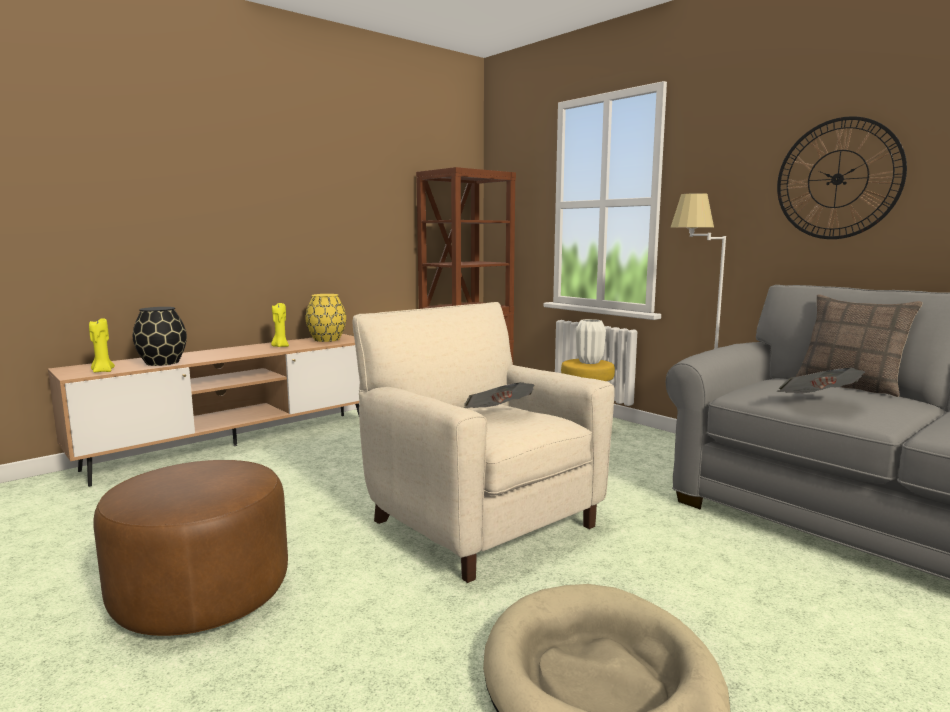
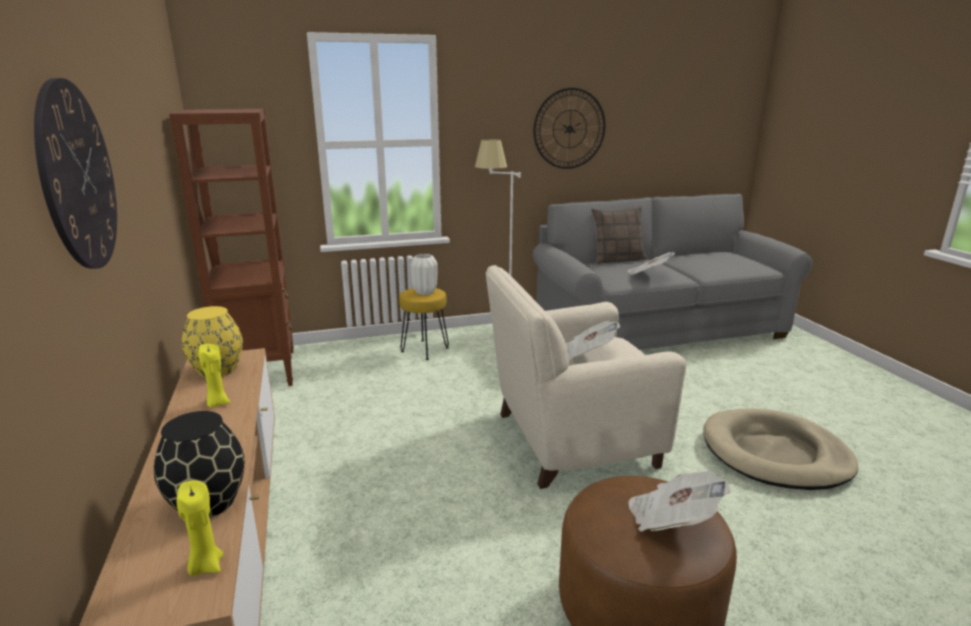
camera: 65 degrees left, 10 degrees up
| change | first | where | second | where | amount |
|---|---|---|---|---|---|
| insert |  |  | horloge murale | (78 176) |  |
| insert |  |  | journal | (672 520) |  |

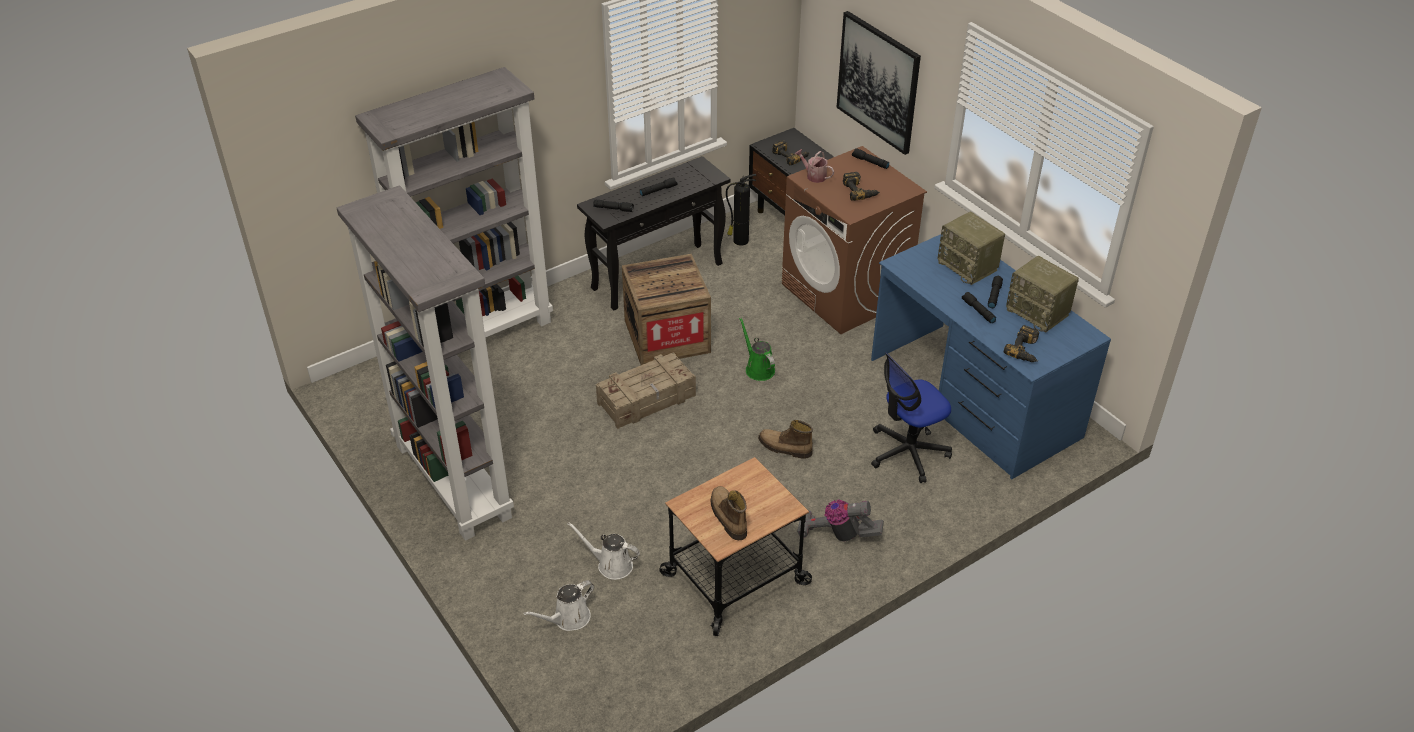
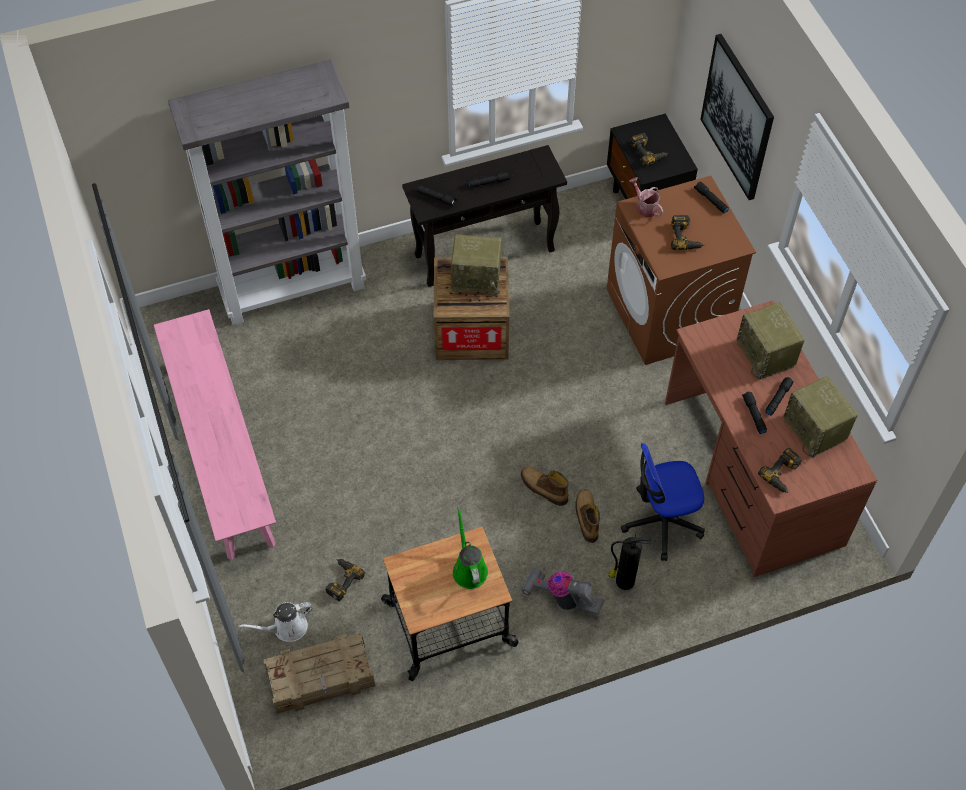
camera: 15 degrees right, 15 degrees up
| change | first | where | second | where | amount |
|---|---|---|---|---|---|
| replace | bibliothèque (gris) | (451 481) | banc (rose) | (222 453) |  |
| replace | arrosoir (blanc) | (611 565) | perceuse | (341 580) |  |
| move | caisse | (647 399) |  | (322 679) |  |
| move | botte | (727 517) |  | (586 517) |  |
| move | extincteur | (739 241) |  | (623 581) |  |
| move | arrosoir (vert) | (758 368) |  | (469 568) |  |
| recolor | bureau (bleu) | (973 398) | bureau (marron) | (751 473) |  |
| insert |  |  | radio | (477 278) |  |

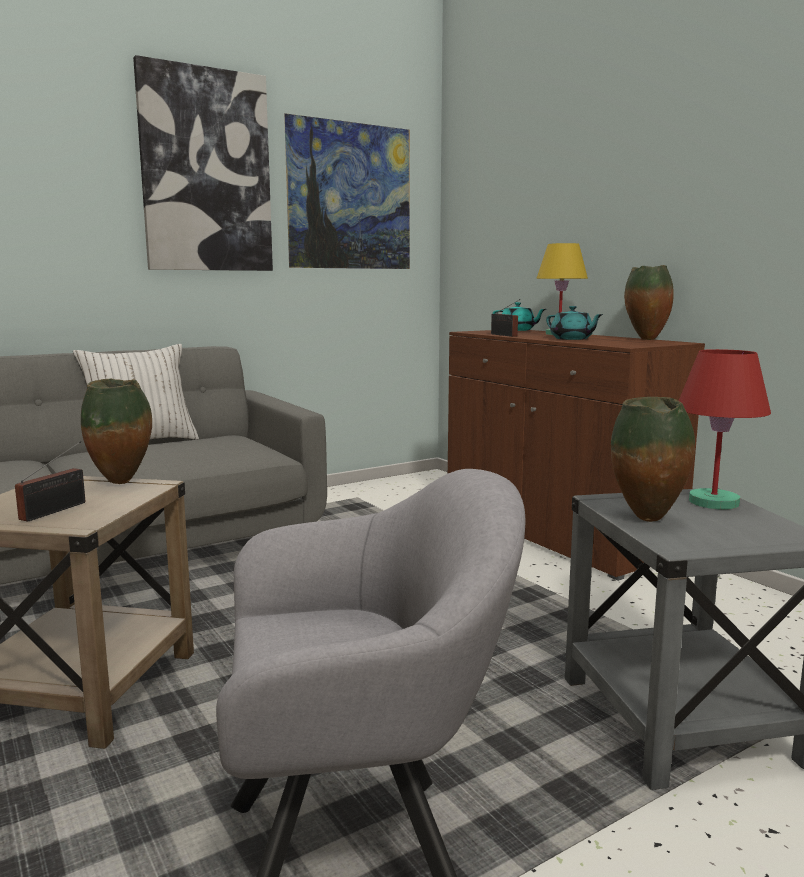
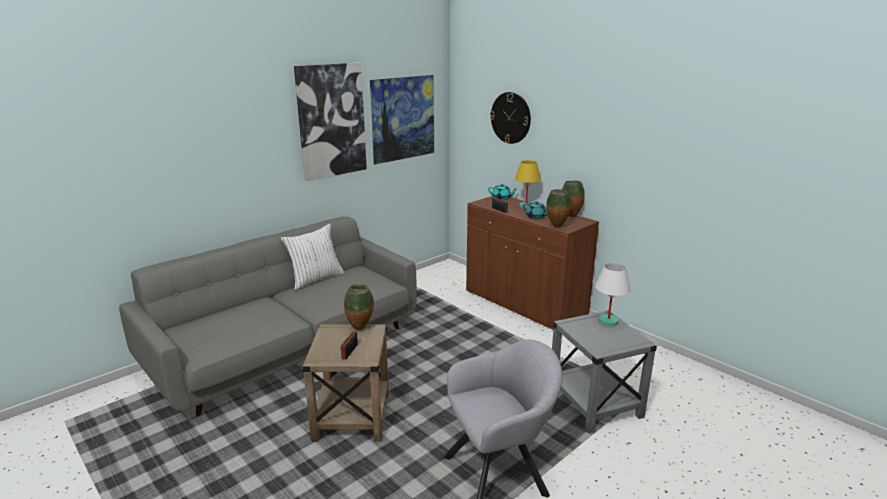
camera: 10 degrees left, 10 degrees up
| change | first | where | second | where | amount |
|---|---|---|---|---|---|
| move | vase | (647 520) |  | (557 227) |  |
| recolor | lampe de table (rouge) | (715 502) | lampe de table (blanc) | (608 321) |  |
| insert |  |  | horloge murale | (510 118) |  |

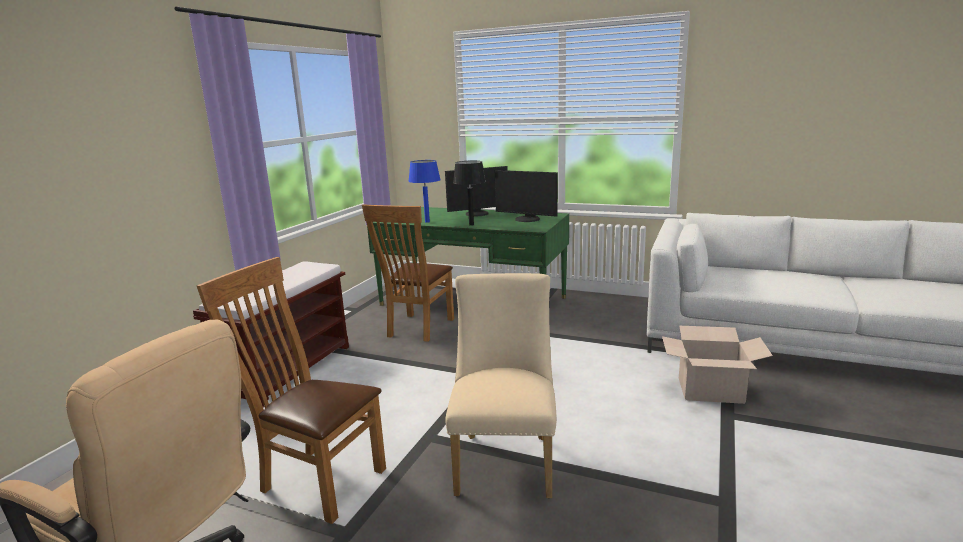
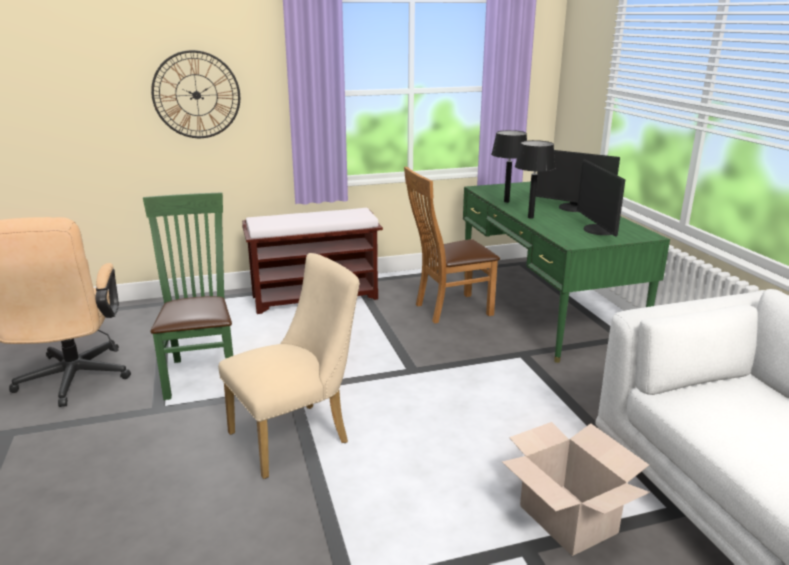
camera: 50 degrees right, 5 degrees up
| change | first | where | second | where | amount |
|---|---|---|---|---|---|
| recolor | chaise (marron) | (317 479) | chaise (vert) | (202 372) |  |
| recolor | lampe de table (bleu) | (427 221) | lampe de table (noir) | (506 201) |  |
| insert |  |  | horloge murale | (196 95) |  |

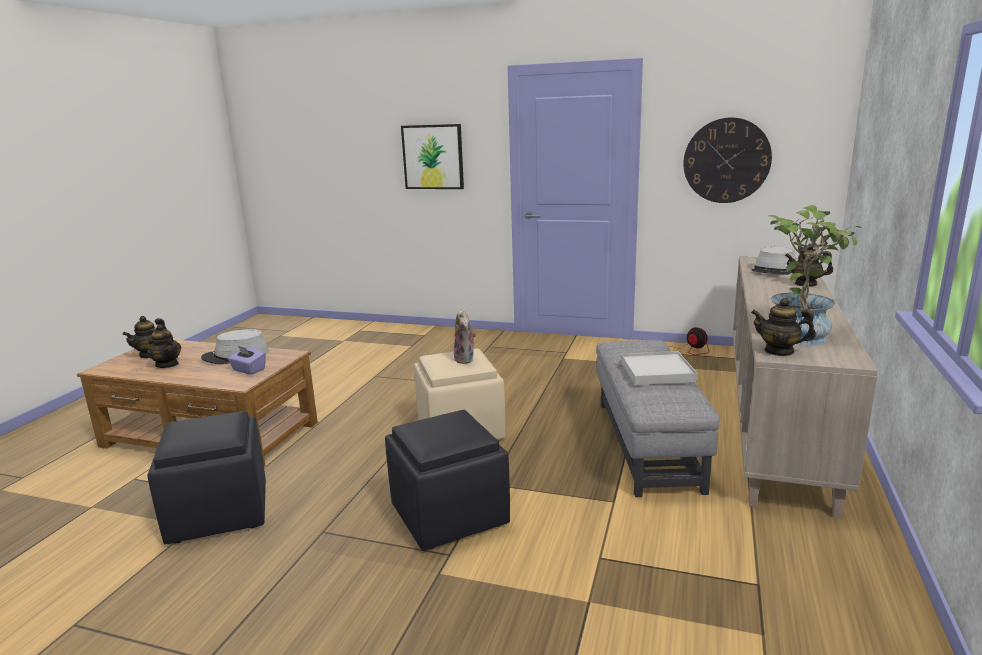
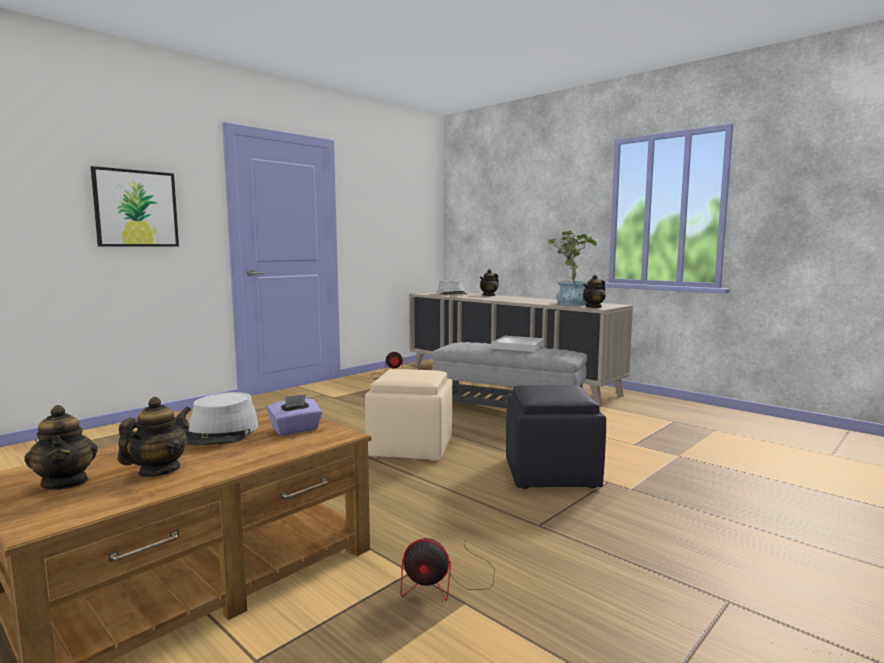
camera: 65 degrees left, 10 degrees down
| change | first | where | second | where | amount |
|---|---|---|---|---|---|
| rotate | théière | (167 364) |  | (159 471) | 45 degrees counterclockwise |
| replace | pouf (noir) | (218 512) | ventilateur | (445 583) |  |
| delete | peluche | (466 359) |  |  |  |
| delete | horloge murale | (726 160) |  |  |  |

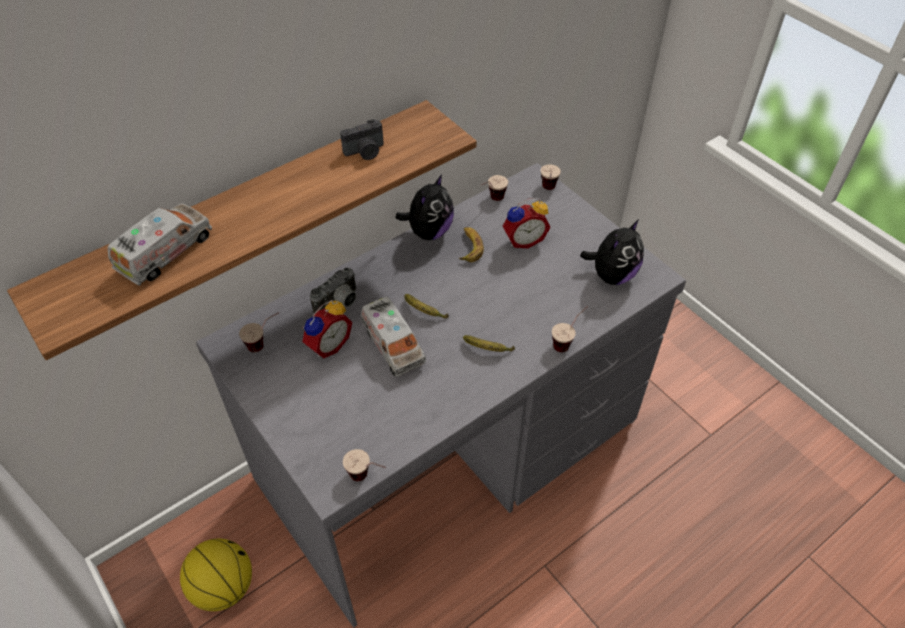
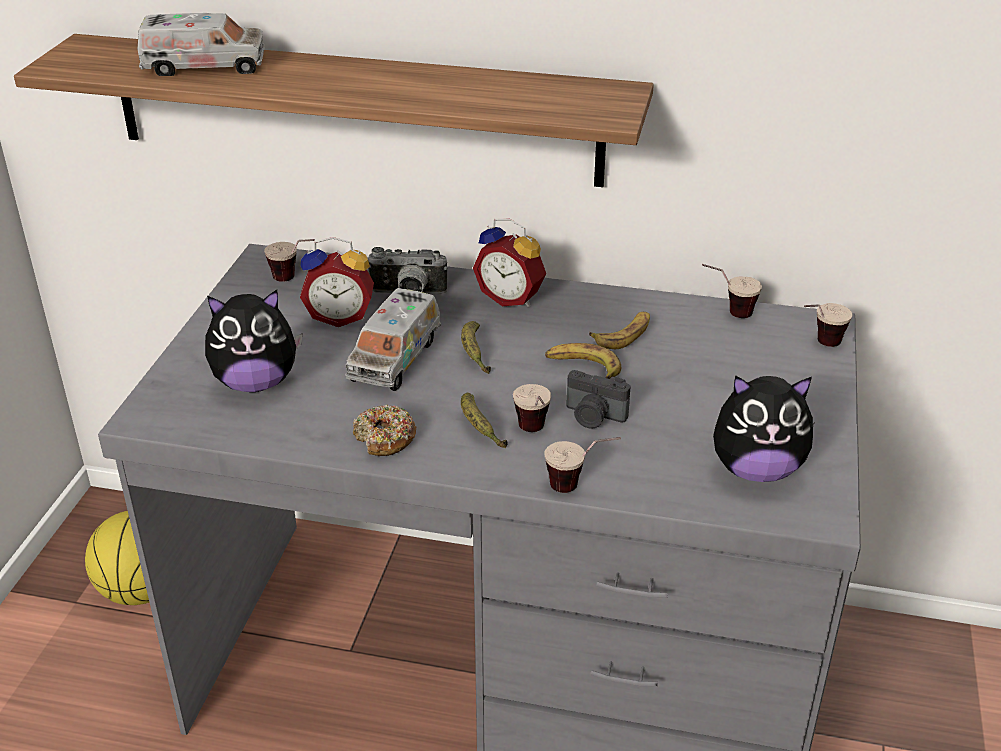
camera: 50 degrees right, 15 degrees down
| change | first | where | second | where | amount |
|---|---|---|---|---|---|
| move | appareil photo | (365 152) |  | (593 417) |  |
| move | tasse | (367 478) |  | (534 434) |  |
| move | peluche | (429 231) |  | (256 383) |  |
| move | réveil | (523 240) |  | (511 297) |  |
| insert |  |  | beignet | (385 439) |  |
| insert |  |  | banane | (582 367) |  |

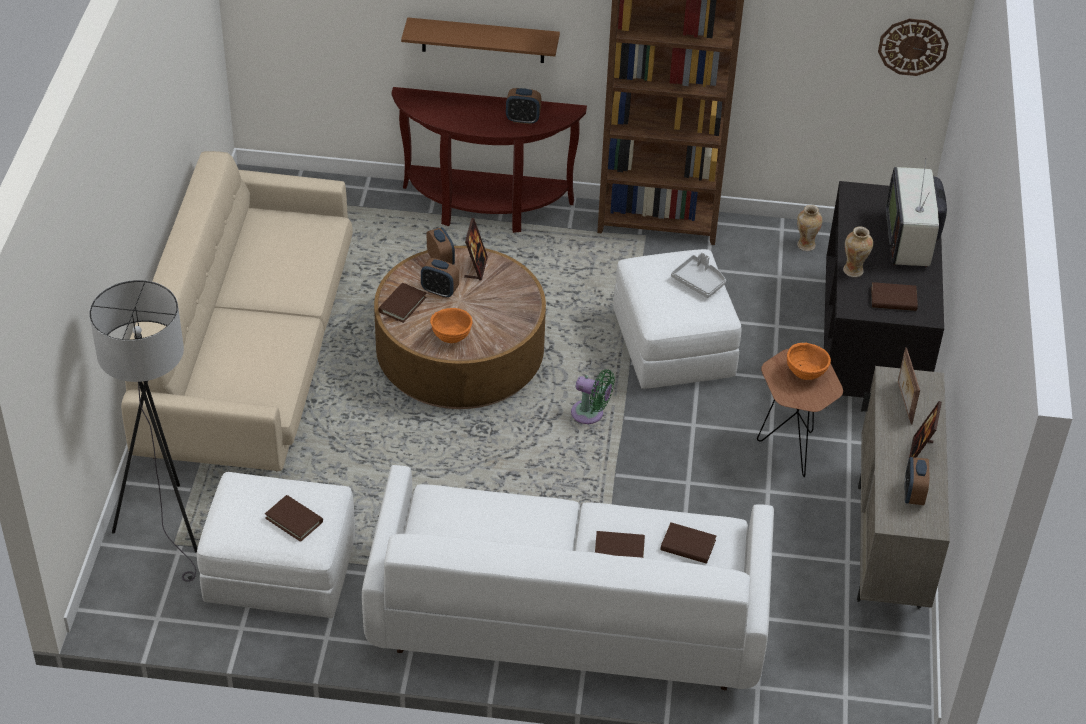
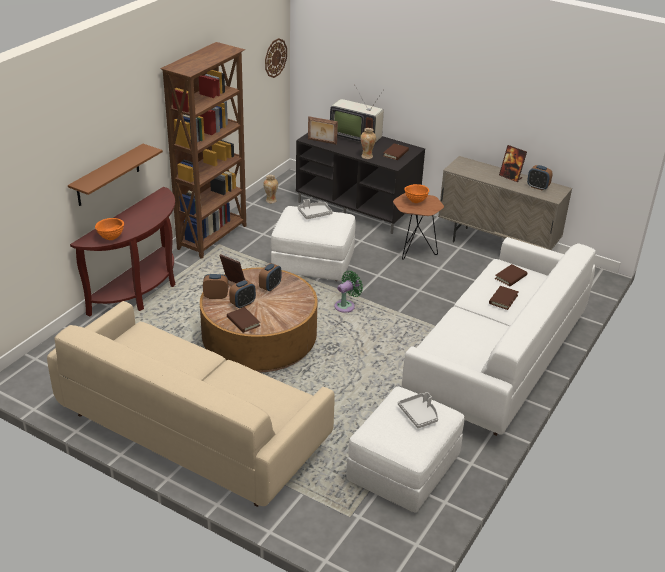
camera: 65 degrees left, 10 degrees down
| change | first | where | second | where | amount |
|---|---|---|---|---|---|
| delete | lampadaire (gris) | (168 527) |  |  |  |
| replace | livre (marron) | (294 520) | plateau (gris) | (419 414) |  |
| move | bol (orange) | (451 338) |  | (111 238) |  |
| move | réveil | (523 119) |  | (270 287) |  |
| move | cadre photo | (903 402) |  | (322 142) |  |

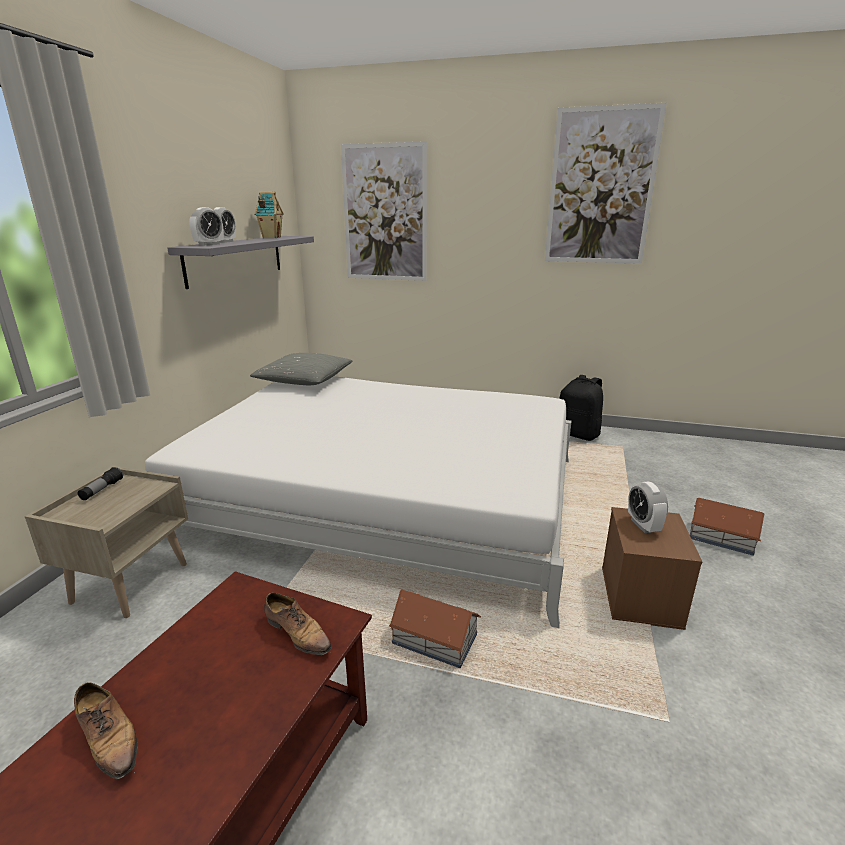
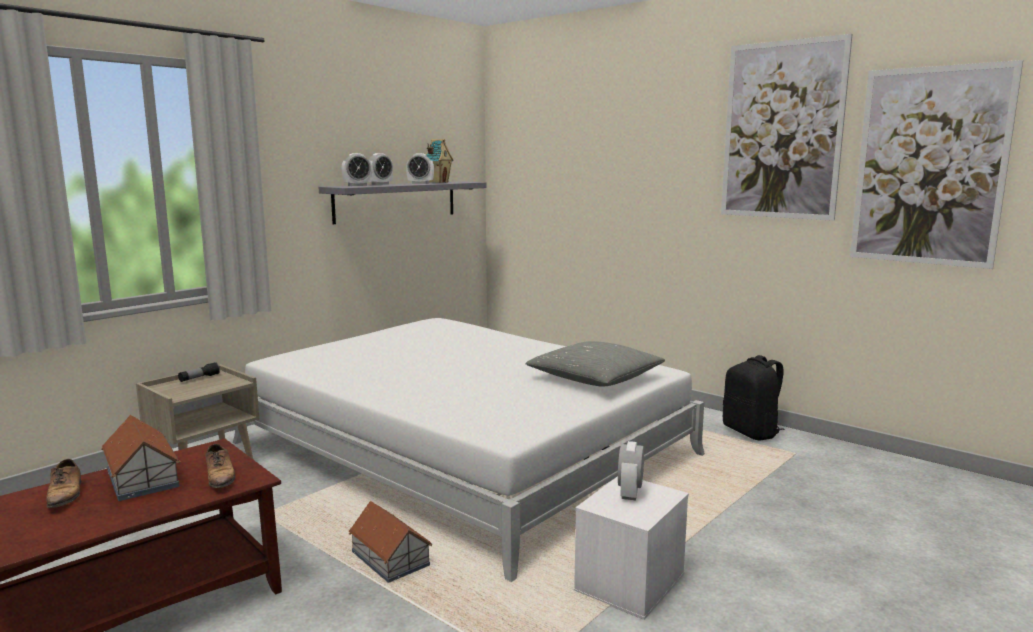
camera: 25 degrees right, 10 degrees down
| change | first | where | second | where | amount |
|---|---|---|---|---|---|
| move | coussin (gris) | (304 380) |  | (595 378) |  |
| move | tableau | (385 214) |  | (929 167) |  |
| recolor | boîte de rangement (marron) | (641 597) | boîte de rangement (blanc) | (630 583) |  |
| move | maison miniature | (720 537) |  | (143 478) |  |
| insert |  |  | réveil | (420 183) |  |

